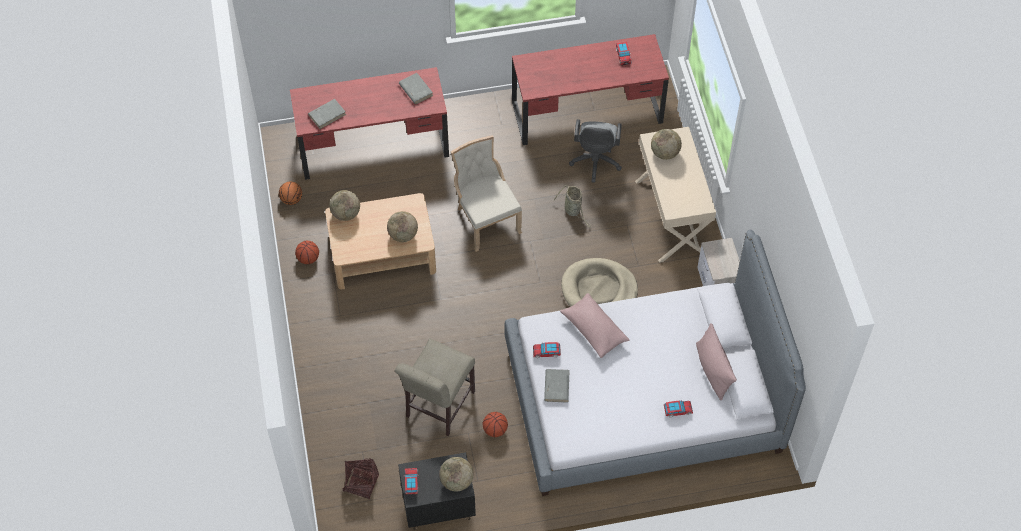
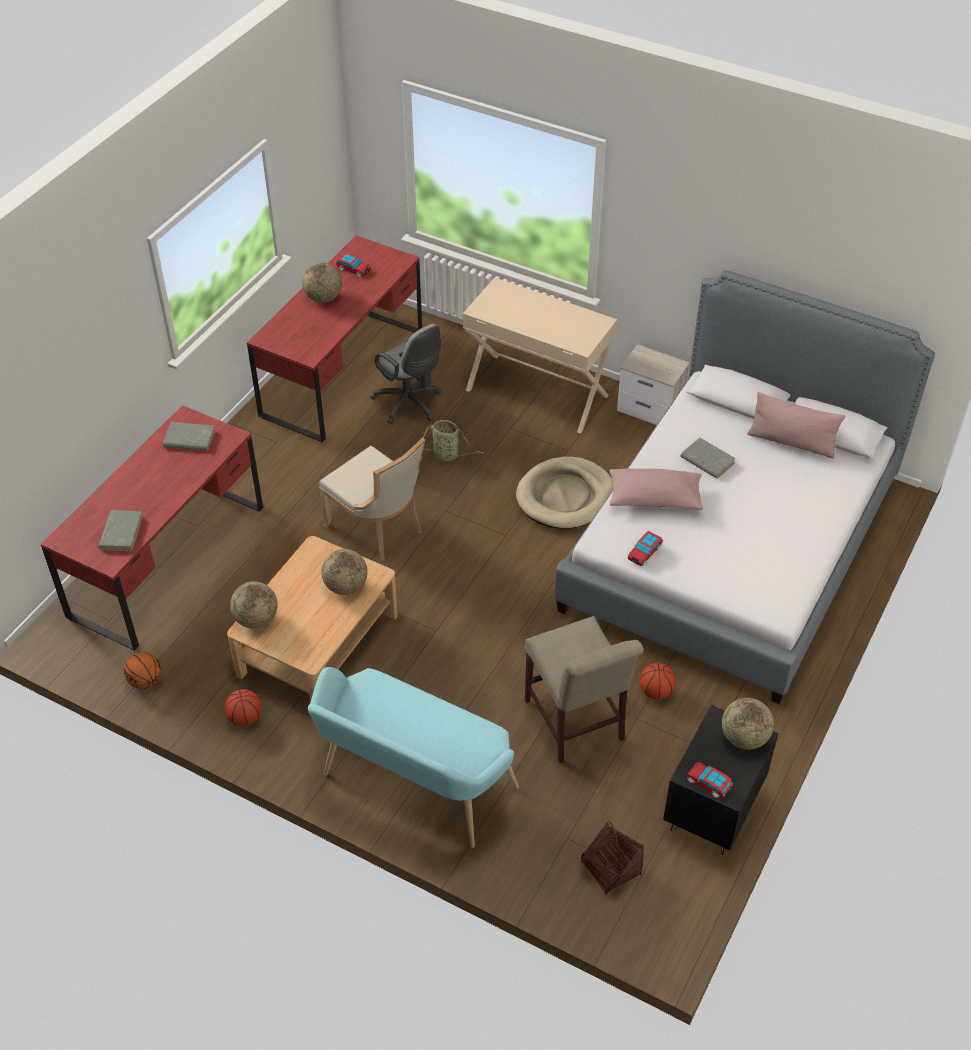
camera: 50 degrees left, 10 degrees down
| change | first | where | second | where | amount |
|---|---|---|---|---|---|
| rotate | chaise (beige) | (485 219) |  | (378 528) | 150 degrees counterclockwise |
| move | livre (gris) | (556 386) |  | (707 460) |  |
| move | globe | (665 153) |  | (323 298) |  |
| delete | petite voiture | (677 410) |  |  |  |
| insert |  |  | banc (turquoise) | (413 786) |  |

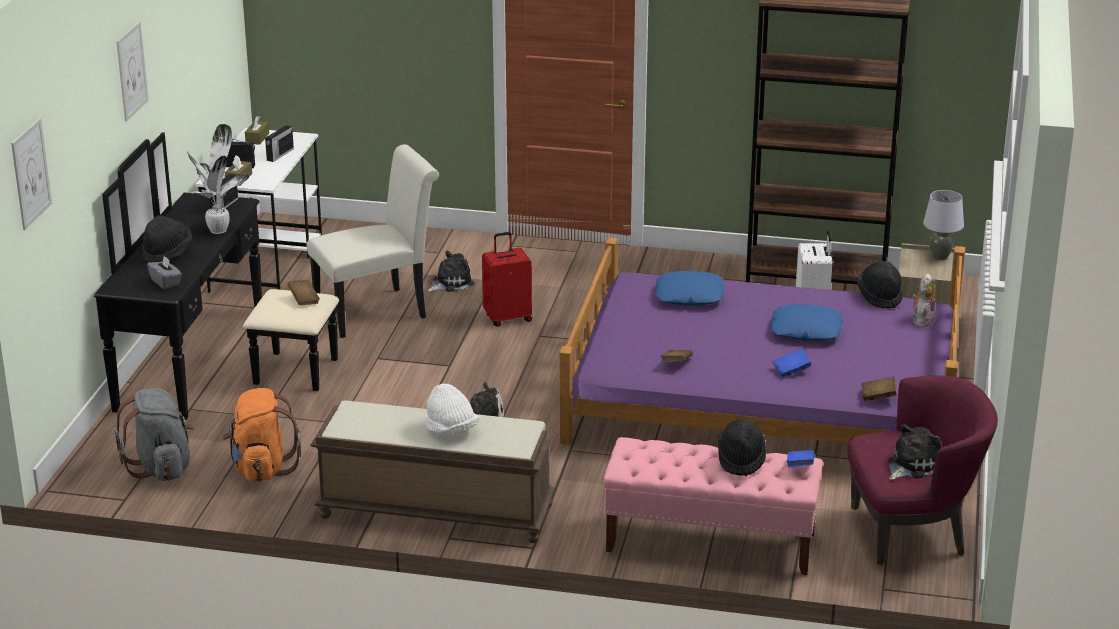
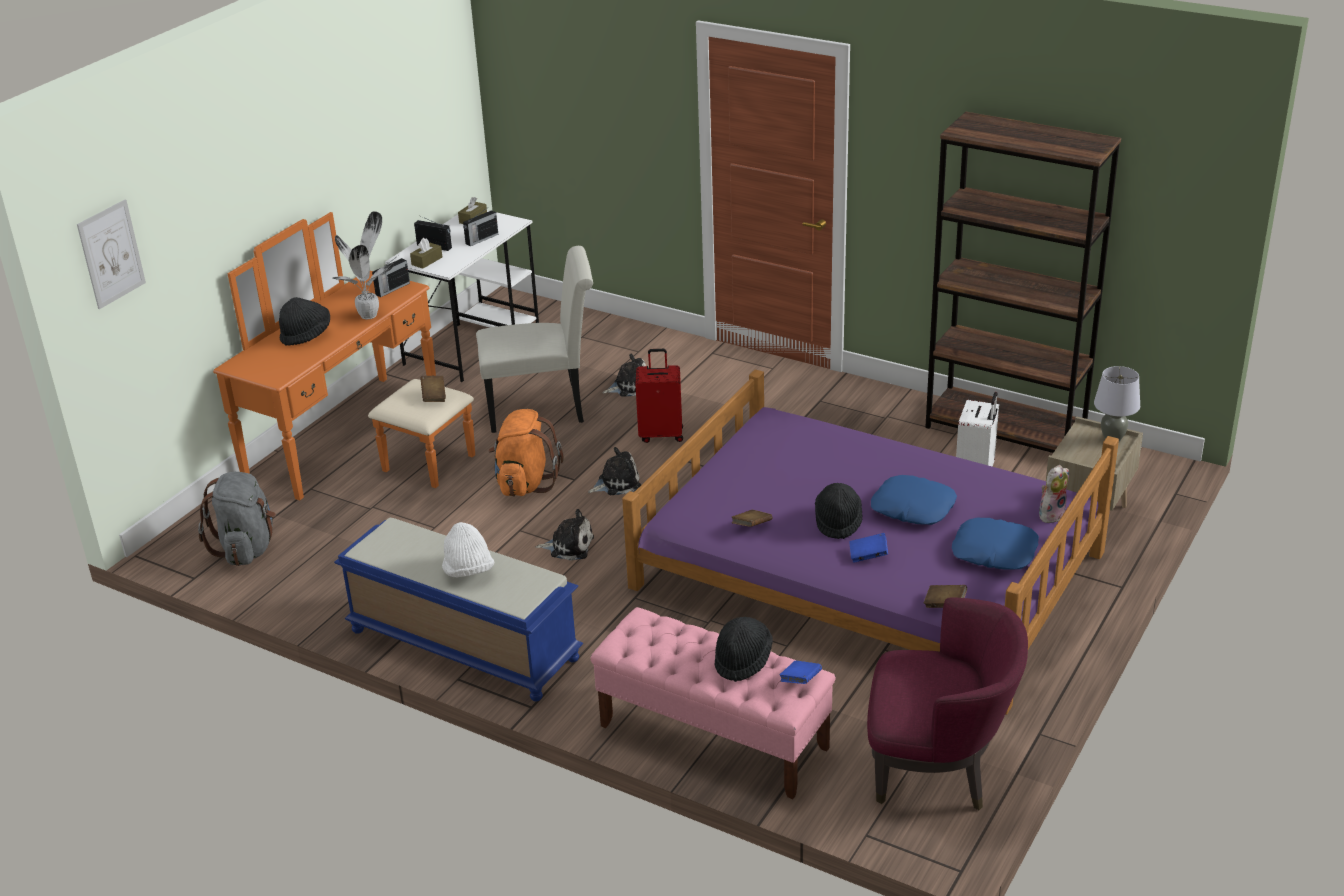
camera: 20 degrees right, 5 degrees up
| change | first | where | second | where | amount |
|---|---|---|---|---|---|
| recolor | commode (noir) | (215 362) | commode (orange) | (363 441) |  |
| delete | tableau | (131 71) |  |  |  |
| delete | boîte à mouchoirs (gris) | (166 282) |  |  |  |
| move | sac à dos (orange) | (261 469) |  | (525 483) |  |
| recolor | banc (marron) | (434 511) | banc (bleu) | (461 645) |  |
| move | coussin (bleu) | (689 296) |  | (994 552) |  |
| move | chapeau (noir) | (880 297) |  | (838 521) |  |
| move | peluche | (912 465) |  | (616 483) |  |

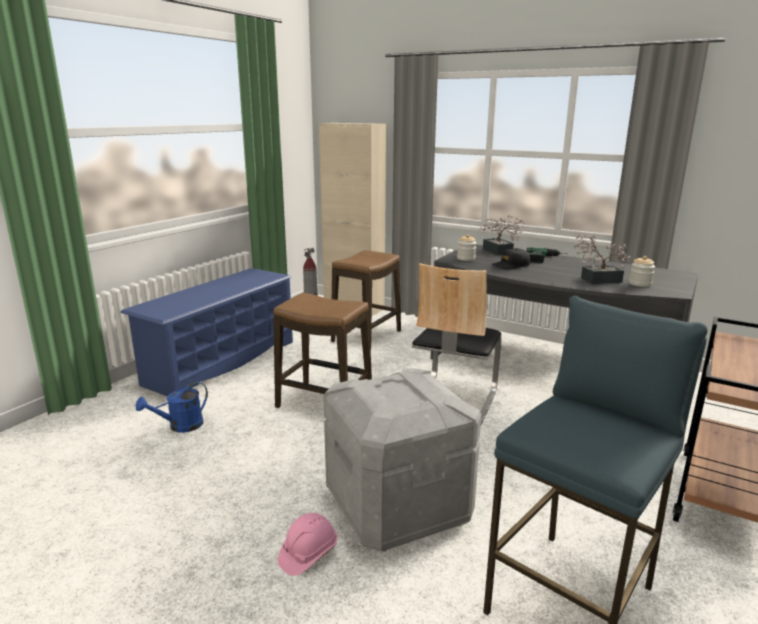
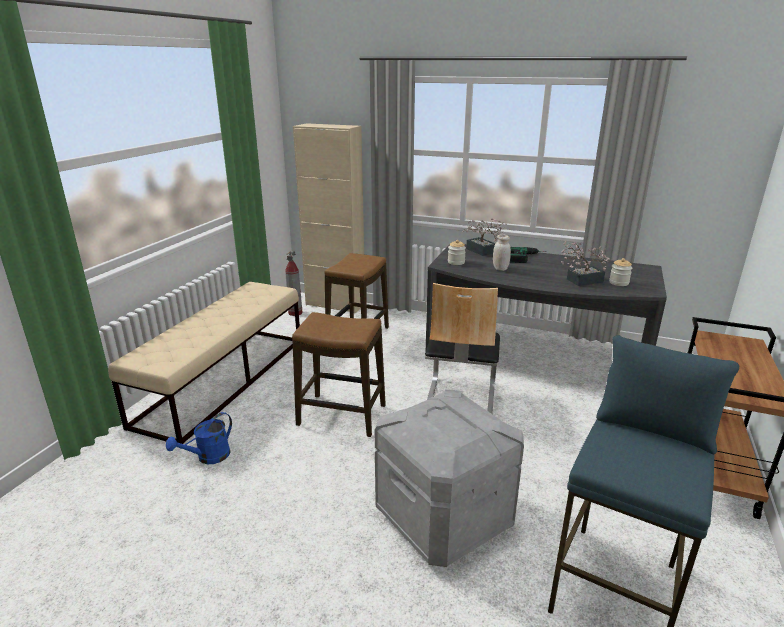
camera: 10 degrees left, 5 degrees up
| change | first | where | second | where | amount |
|---|---|---|---|---|---|
| replace | étagère à chaussures (bleu) | (221 362) | banc (beige) | (224 379) |  |
| delete | casque de chantier (rose) | (308 554) |  |  |  |
| replace | casquette (noir) | (511 266) | bocal (blanc) | (500 268) |  |

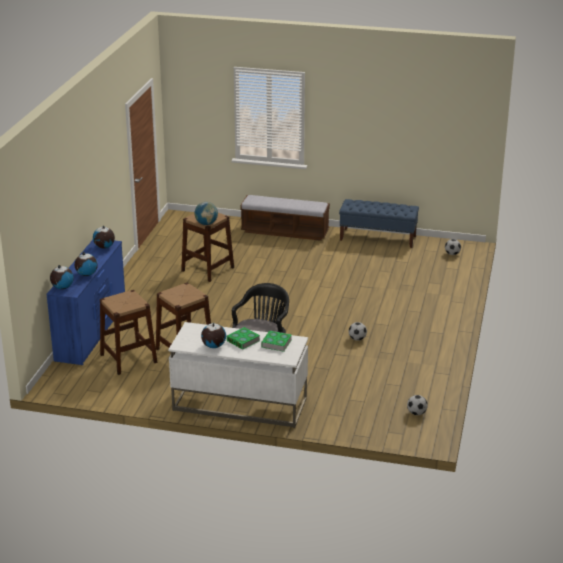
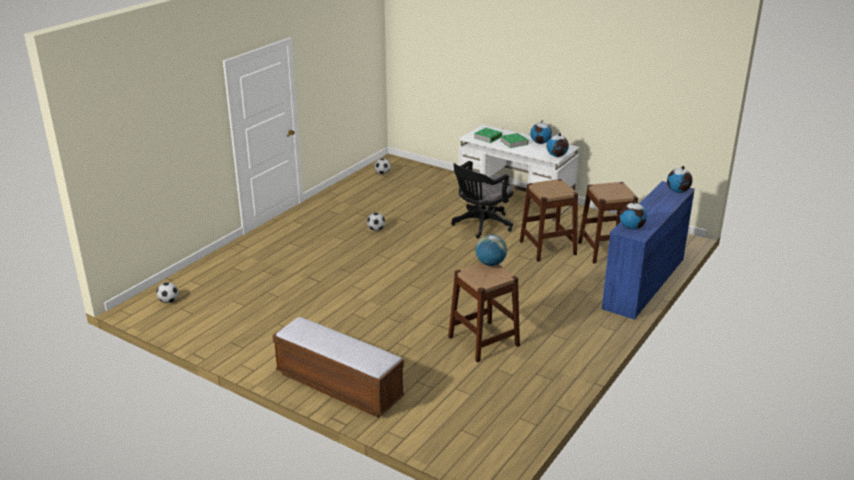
camera: 160 degrees left, 0 degrees up
| change | first | where | second | where | amount |
|---|---|---|---|---|---|
| move | globe | (86 274) |  | (557 156) |  |
| delete | banc (bleu) | (378 238) |  |  |  |

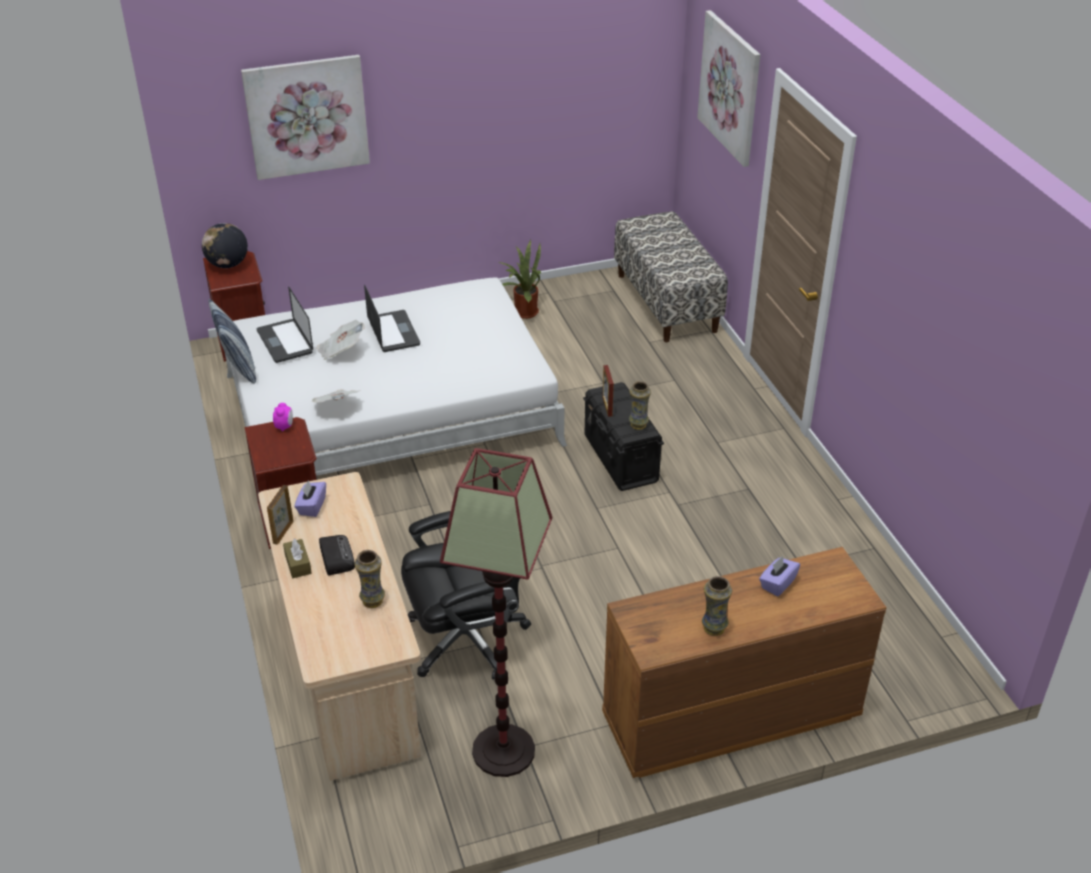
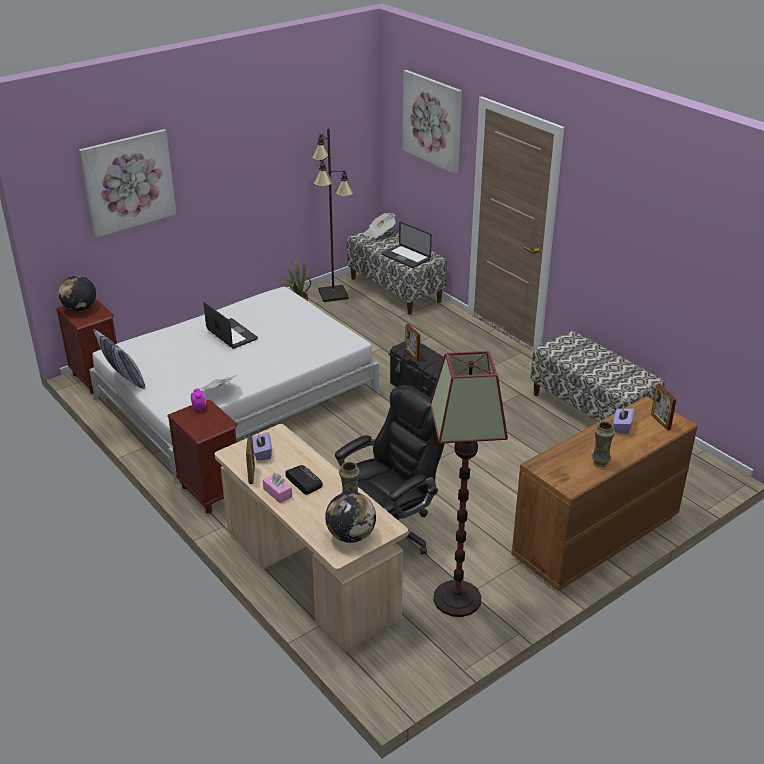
camera: 20 degrees left, 5 degrees down
| change | first | where | second | where | amount |
|---|---|---|---|---|---|
| move | ordinateur portable | (285 342) |  | (406 257) |  |
| recolor | boîte à mouchoirs (marron) | (298 564) | boîte à mouchoirs (rose) | (277 493) |  |
| move | journal | (341 350) |  | (379 233) |  |
| delete | vase | (638 424) |  |  |  |
| insert |  |  | lampadaire (noir) | (333 294) |  |
| insert |  |  | globe | (351 536) |  |
| insert |  |  | banc | (591 411) |  |
| insert |  |  | cadre photo | (660 422) |  |

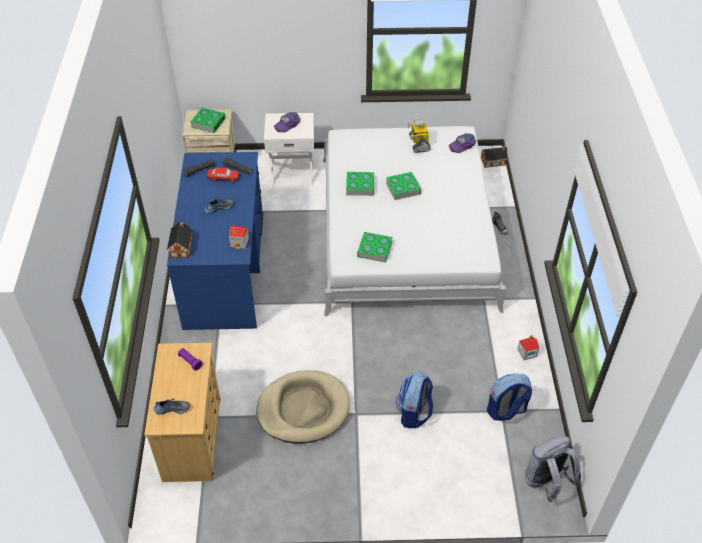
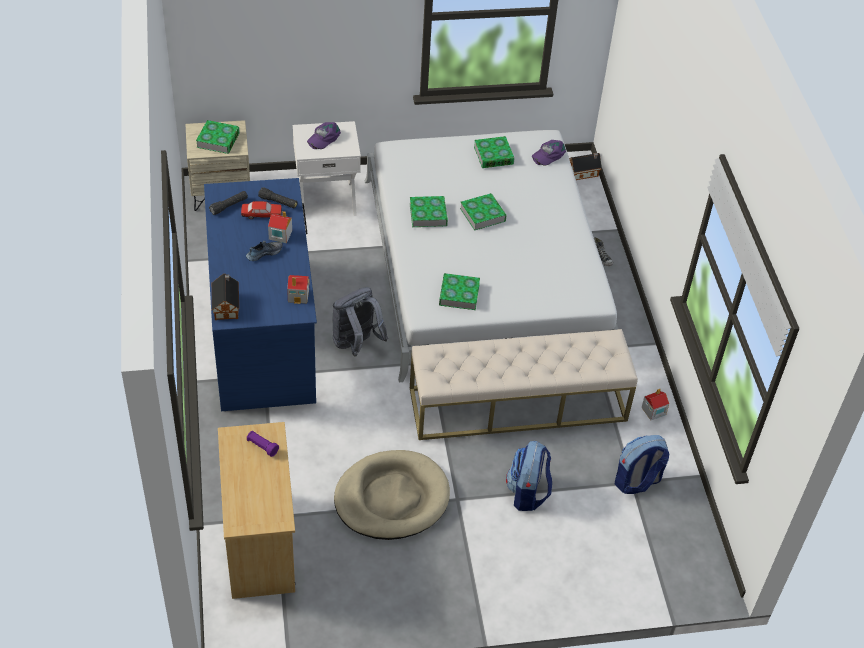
camera: 10 degrees left, 0 degrees up
| change | first | where | second | where | amount |
|---|---|---|---|---|---|
| delete | chaussure | (172 408) |  |  |  |
| replace | robot jouet | (418 143) | livre | (493 155) |  |
| move | sac à dos (gris) | (546 483) |  | (356 344) |  |
| insert |  |  | maison miniature | (280 235) |  |
| insert |  |  | banc (beige) | (518 404) |  |

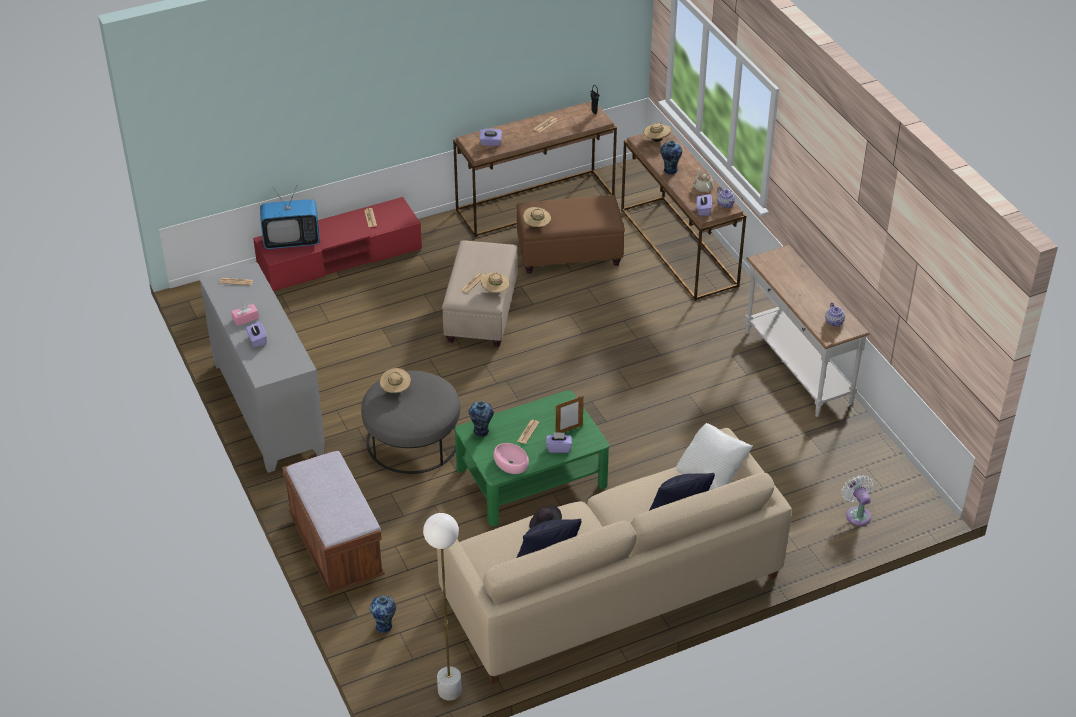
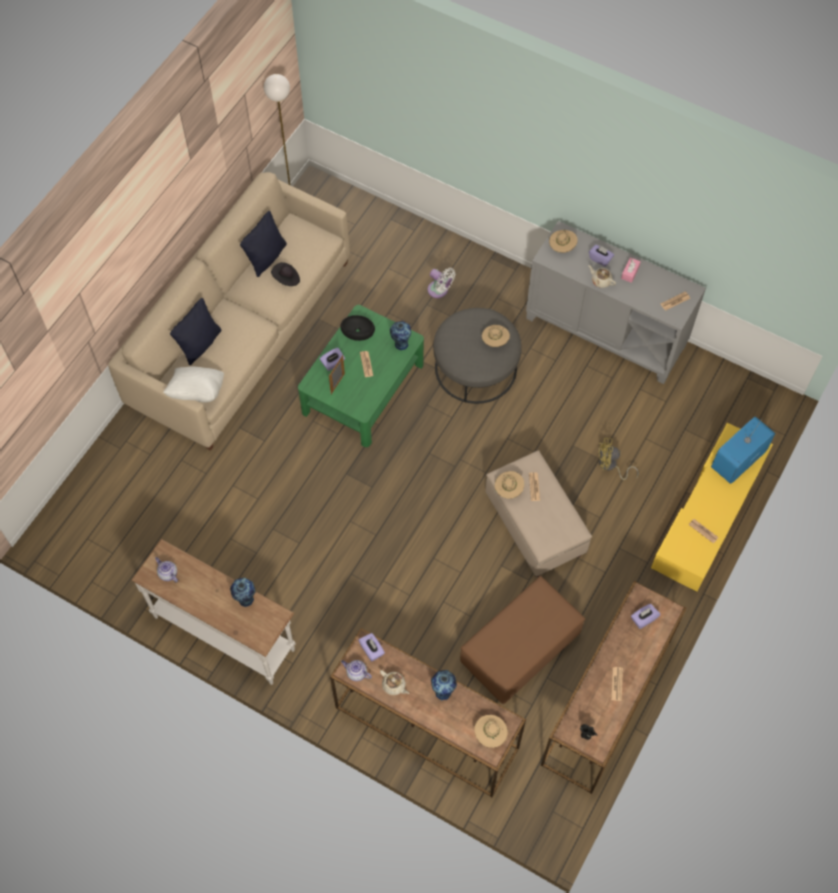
camera: 145 degrees right, 20 degrees up
| change | first | where | second | where | amount |
|---|---|---|---|---|---|
| recolor | meuble télé (rouge) | (340 258) | meuble télé (jaune) | (708 514) |  |
| delete | banc (marron) | (336 547) |  |  |  |
| move | vase | (384 626) |  | (245 600) |  |
| recolor | bol (rose) | (510 463) | bol (noir) | (358 330) |  |
| move | chapeau (beige) | (537 226) |  | (562 247) |  |
| move | ventilateur (blanc) | (857 514) |  | (439 291) |  |
| insert |  |  | théière (beige) | (601 281) |  |
| insert |  |  | ventilateur (jaune) | (610 466) |  |

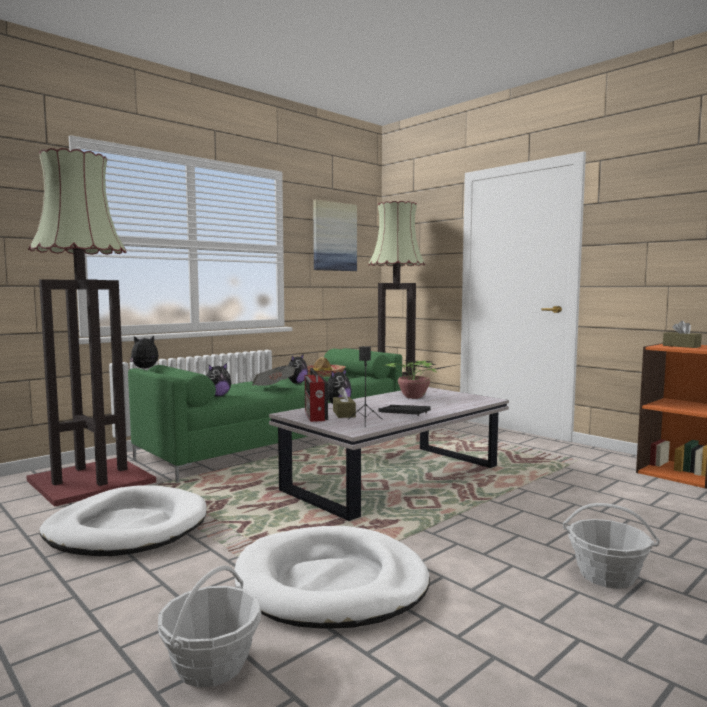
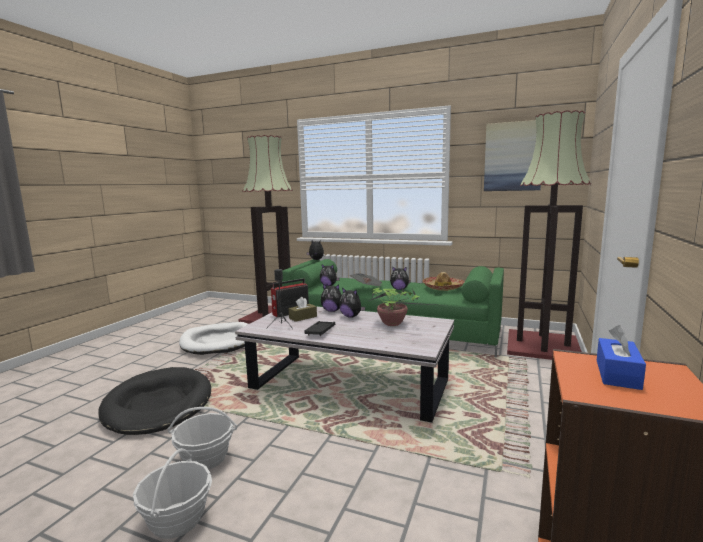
camera: 65 degrees right, 5 degrees up
| change | first | where | second | where | amount |
|---|---|---|---|---|---|
| move | panier | (211 665) |  | (206 458) |  |
| recolor | panier pour chien (blanc) | (331 583) | panier pour chien (noir) | (158 404) |  |
| recolor | boîte à mouchoirs (marron) | (681 346) | boîte à mouchoirs (bleu) | (617 374) |  |
| insert |  |  | peluche | (351 316) |  |

